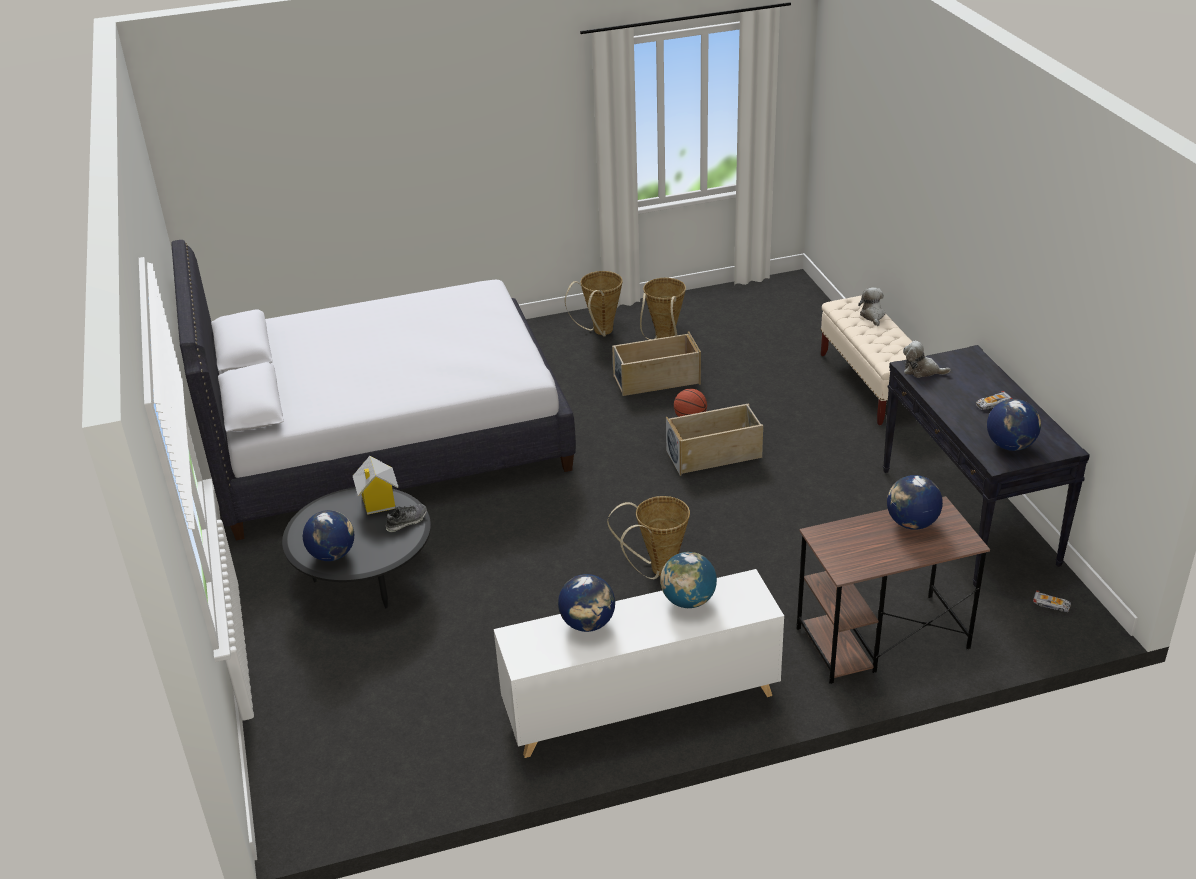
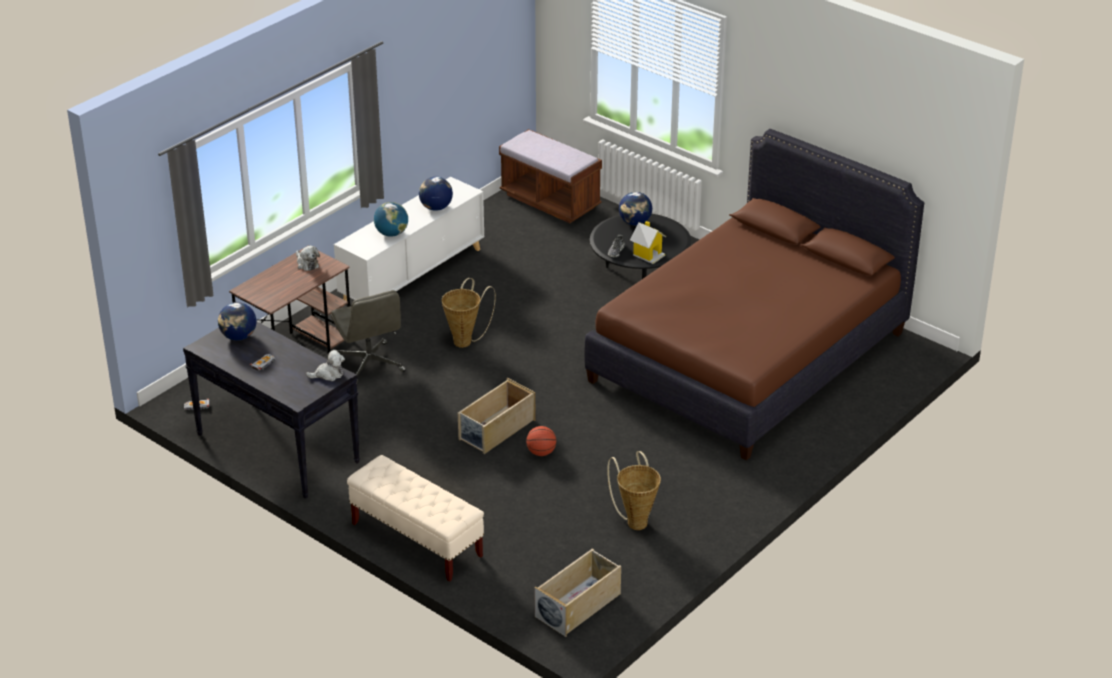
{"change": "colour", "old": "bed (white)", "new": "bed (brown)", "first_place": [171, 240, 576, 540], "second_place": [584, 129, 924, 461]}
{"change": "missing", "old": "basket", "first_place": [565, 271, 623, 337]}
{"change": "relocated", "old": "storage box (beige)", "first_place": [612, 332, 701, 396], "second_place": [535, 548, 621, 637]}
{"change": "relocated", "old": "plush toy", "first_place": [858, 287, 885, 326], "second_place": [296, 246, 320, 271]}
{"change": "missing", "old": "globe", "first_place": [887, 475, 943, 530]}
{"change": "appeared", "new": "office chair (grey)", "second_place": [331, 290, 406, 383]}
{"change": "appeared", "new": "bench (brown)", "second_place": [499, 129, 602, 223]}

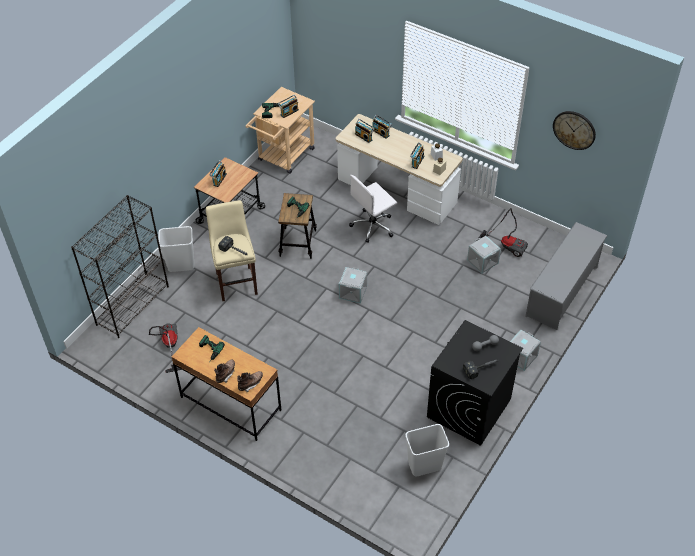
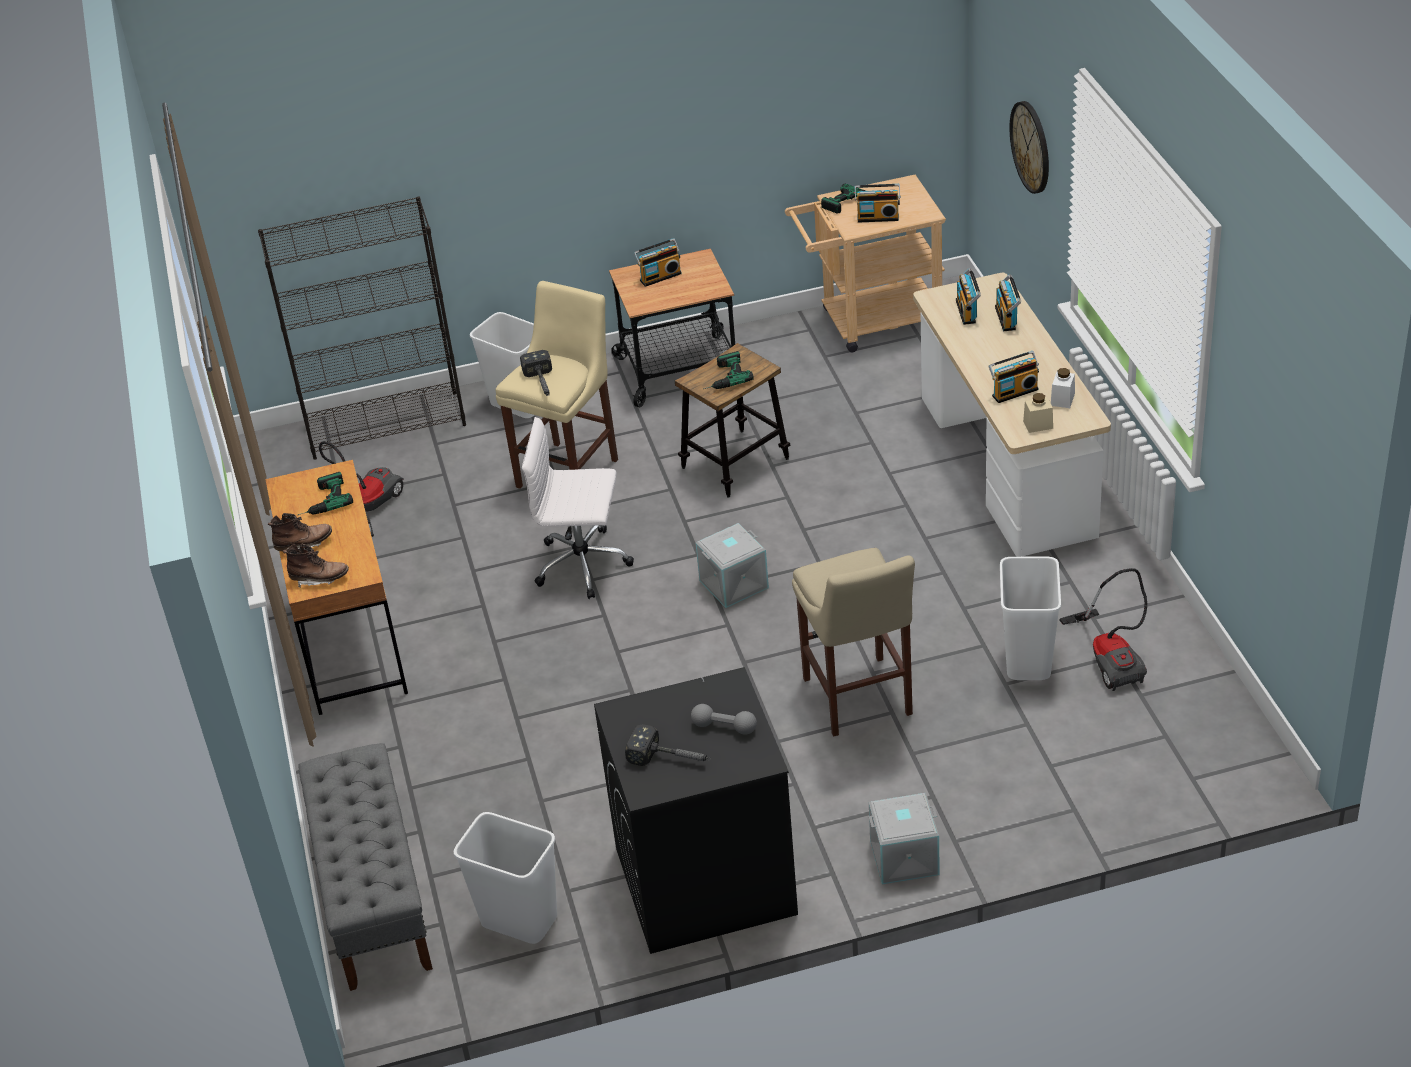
{"change": "relocated", "old": "office chair (white)", "first_place": [349, 175, 397, 243], "second_place": [522, 417, 634, 599]}
{"change": "exchanged", "old": "storage box (grey)", "new": "trash can (white)", "first_place": [467, 236, 501, 273], "second_place": [1000, 557, 1061, 680]}
{"change": "missing", "old": "shoe rack (grey)", "first_place": [525, 222, 607, 330]}
{"change": "relocated", "old": "wall clock", "first_place": [553, 111, 596, 150], "second_place": [1010, 101, 1049, 194]}
{"change": "appeared", "new": "bench (grey)", "second_place": [299, 743, 433, 991]}
{"change": "appeared", "new": "stool (beige)", "second_place": [792, 548, 915, 737]}

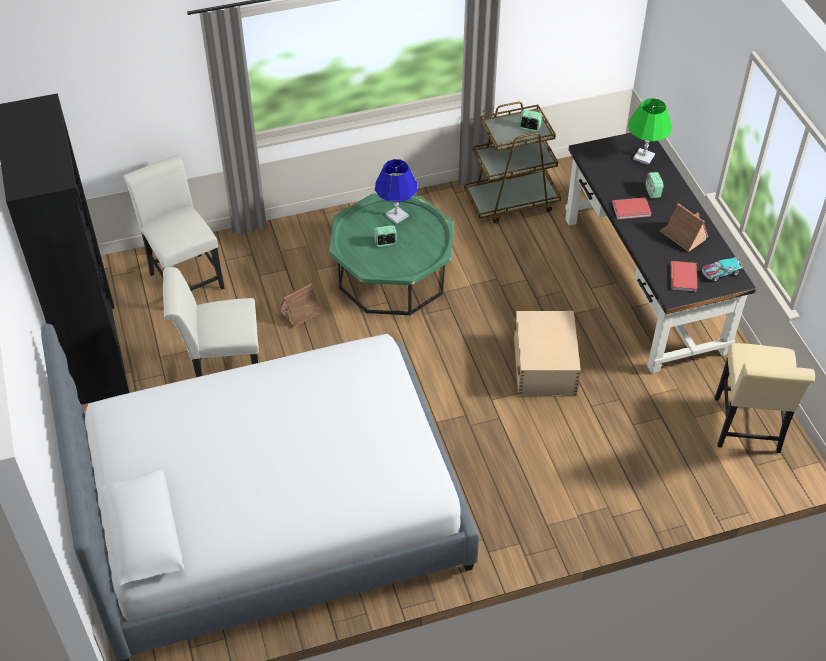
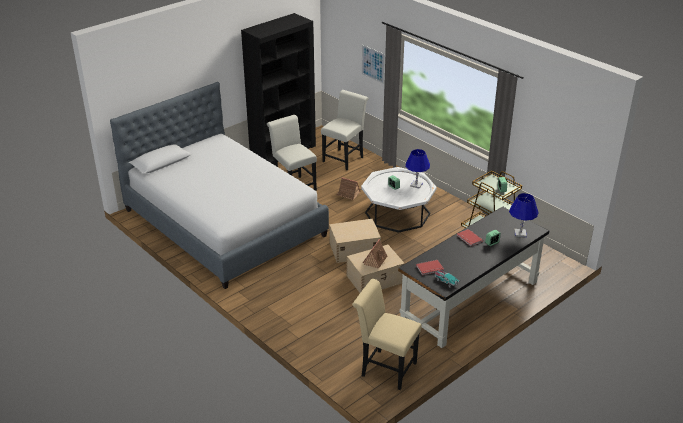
{"change": "colour", "old": "coffee table (green)", "new": "coffee table (white)", "first_place": [329, 194, 454, 315], "second_place": [361, 167, 437, 233]}
{"change": "colour", "old": "table lamp (green)", "new": "table lamp (blue)", "first_place": [628, 98, 672, 165], "second_place": [509, 193, 538, 237]}
{"change": "relocated", "old": "toy house", "first_place": [660, 203, 709, 252], "second_place": [363, 239, 388, 269]}
{"change": "spun", "old": "chair (beige)", "first_place": [715, 343, 815, 453], "second_place": [352, 279, 421, 390], "degrees": 45}
{"change": "appeared", "new": "storage box (beige)", "second_place": [329, 219, 381, 263]}
{"change": "appeared", "new": "picture", "second_place": [362, 45, 385, 84]}

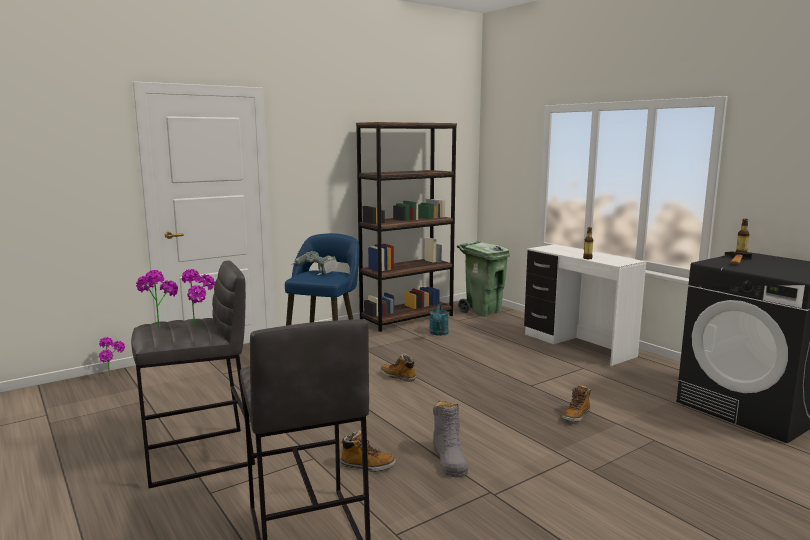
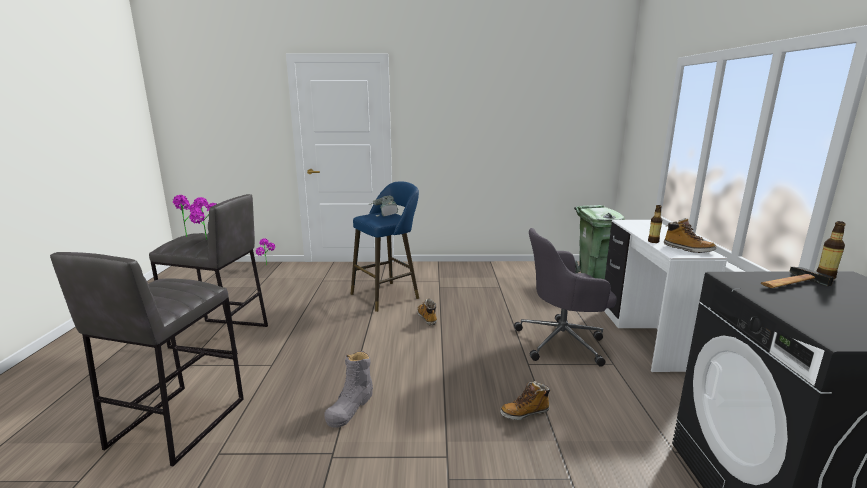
{"change": "relocated", "old": "boot", "first_place": [340, 431, 395, 472], "second_place": [664, 218, 717, 253]}
{"change": "missing", "old": "bookcase (brown)", "first_place": [356, 122, 457, 332]}
{"change": "missing", "old": "watering can (turquoise)", "first_place": [429, 304, 449, 336]}
{"change": "appeared", "new": "office chair (grey)", "second_place": [514, 228, 617, 367]}

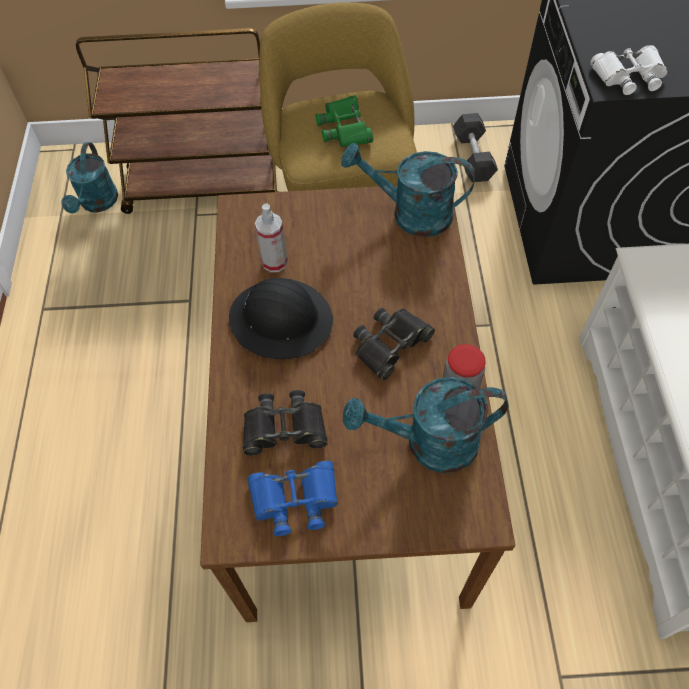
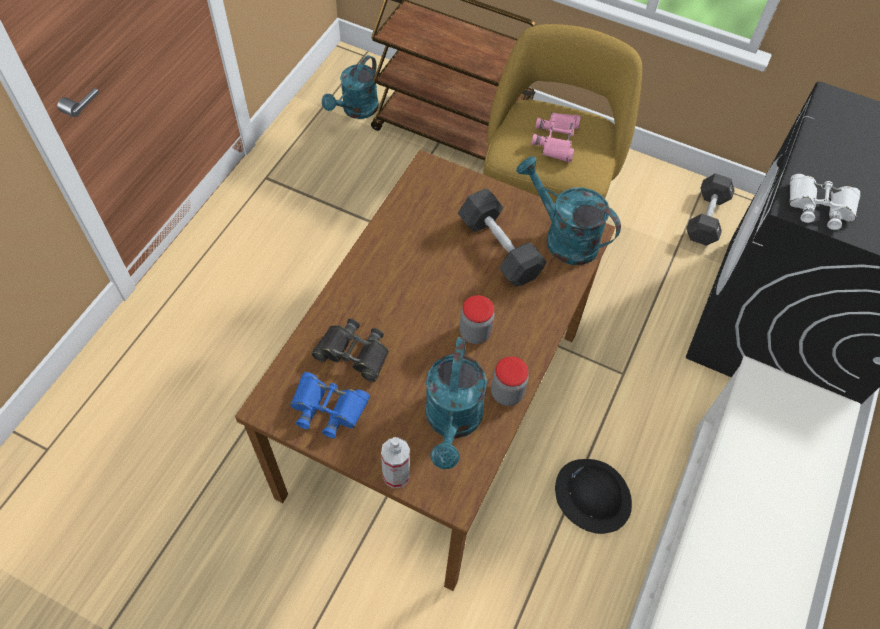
{"change": "relocated", "old": "hard hat (black)", "first_place": [229, 278, 333, 359], "second_place": [555, 459, 632, 534]}
{"change": "relocated", "old": "spray bottle", "first_place": [255, 204, 288, 272], "second_place": [381, 437, 410, 488]}
{"change": "colour", "old": "binoculars (green)", "new": "binoculars (pink)", "first_place": [315, 95, 373, 147], "second_place": [531, 112, 581, 162]}
{"change": "spun", "old": "watering can (turquoise)", "first_place": [343, 377, 509, 473], "second_place": [425, 337, 487, 469], "degrees": -105}
{"change": "exchanged", "old": "binoculars (black)", "new": "jar", "first_place": [353, 307, 435, 380], "second_place": [460, 295, 494, 344]}
{"change": "appeared", "new": "dumbbell (black)", "second_place": [458, 188, 547, 287]}

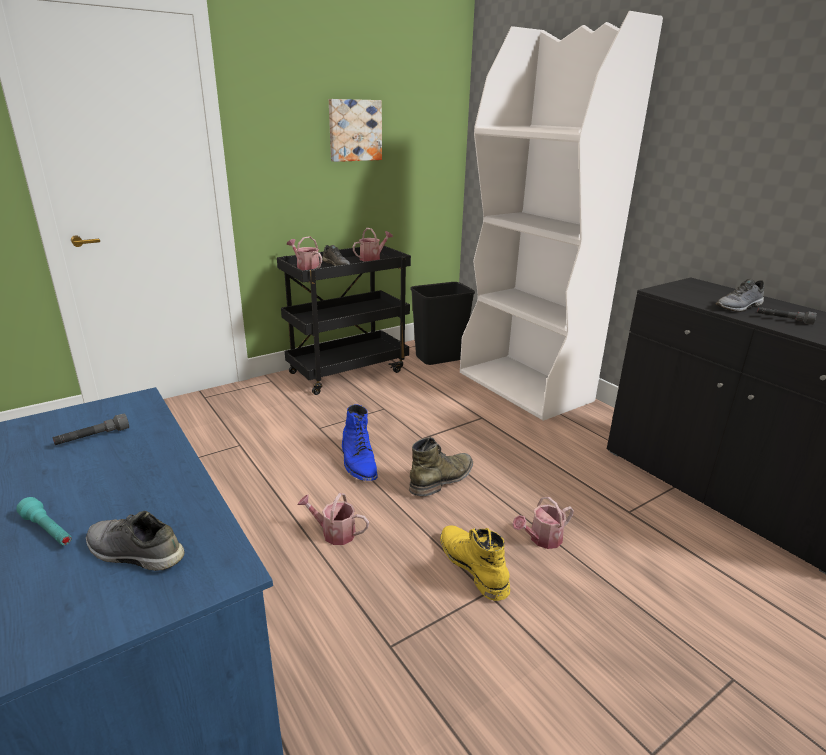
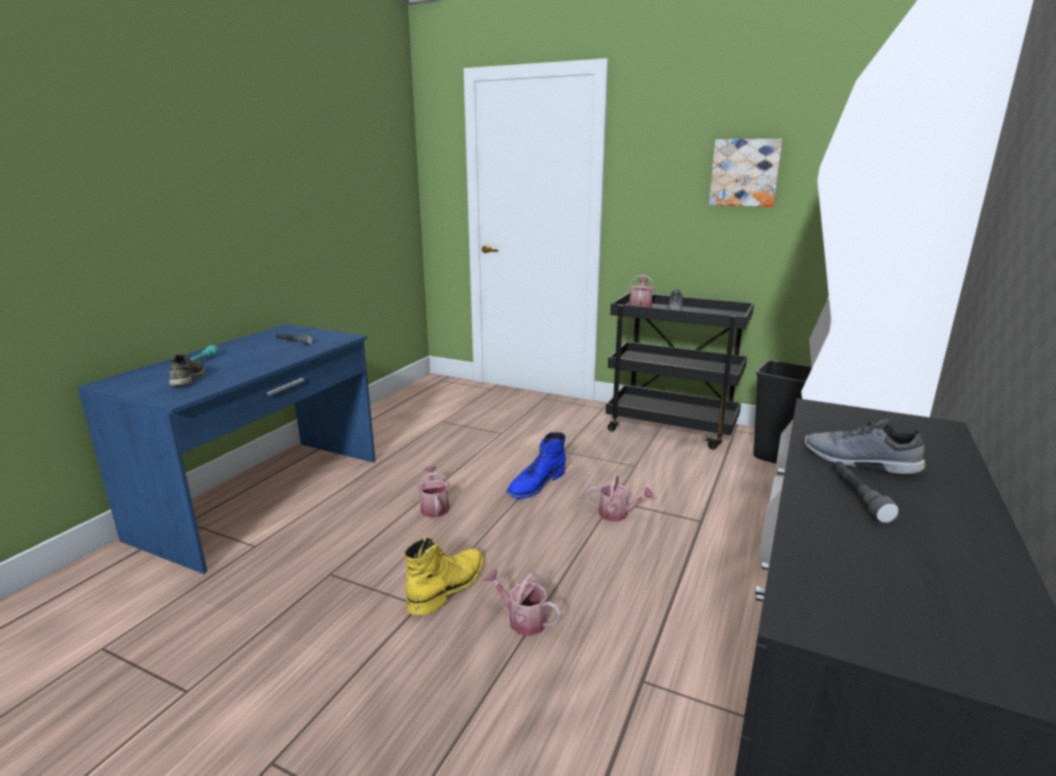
{"change": "relocated", "old": "watering can", "first_place": [352, 228, 393, 262], "second_place": [586, 474, 654, 521]}
{"change": "missing", "old": "boot (green)", "first_place": [409, 437, 473, 496]}

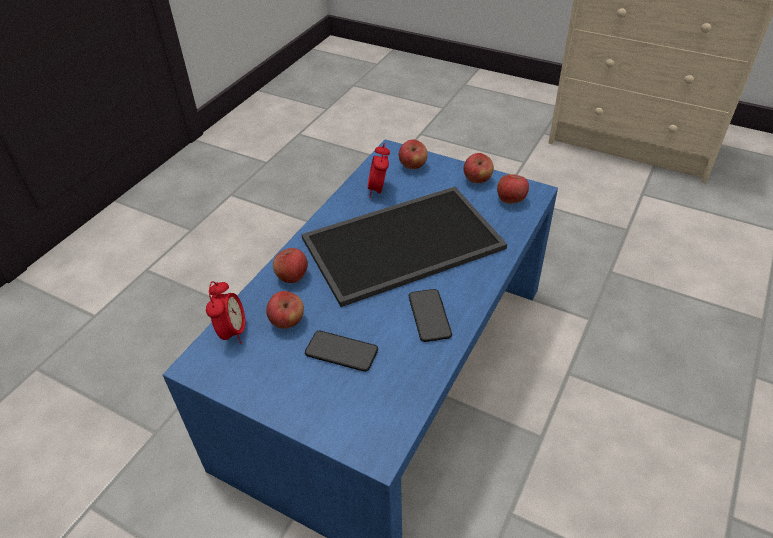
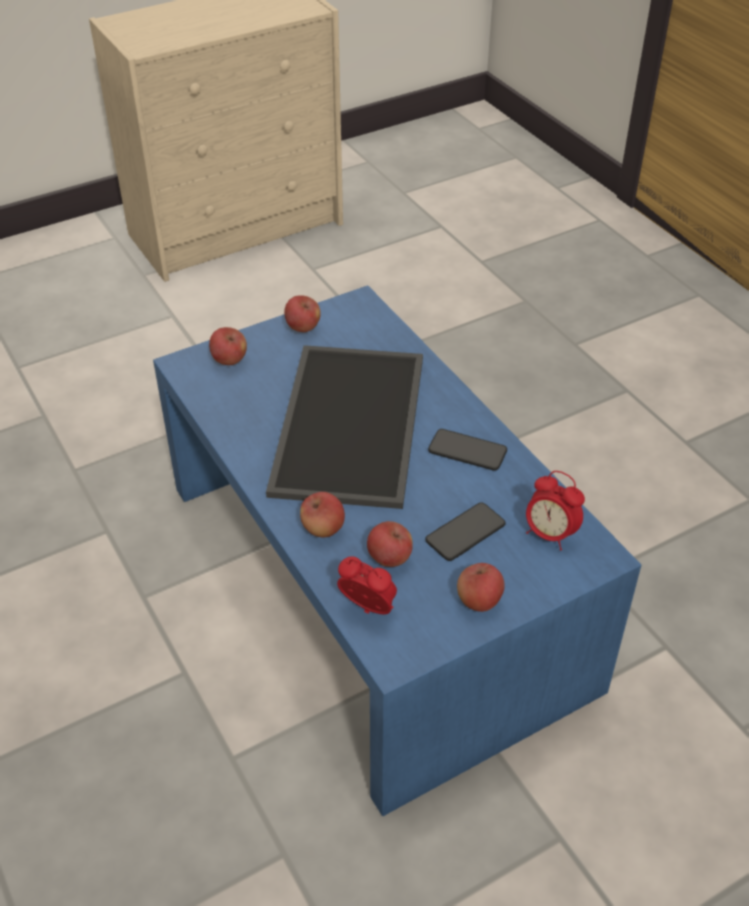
{"change": "relocated", "old": "alarm clock", "first_place": [367, 143, 390, 198], "second_place": [526, 471, 585, 551]}
{"change": "relocated", "old": "apple", "first_place": [497, 174, 529, 204], "second_place": [457, 563, 505, 612]}

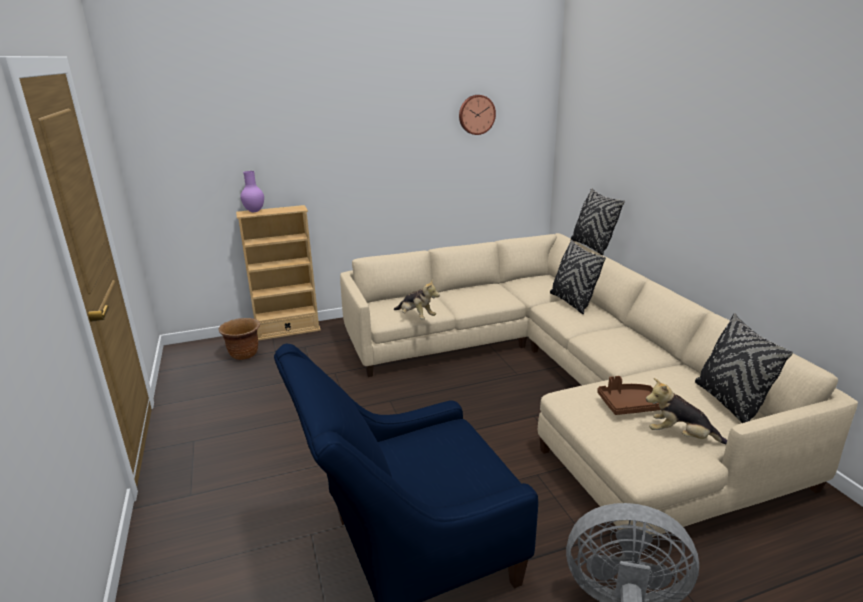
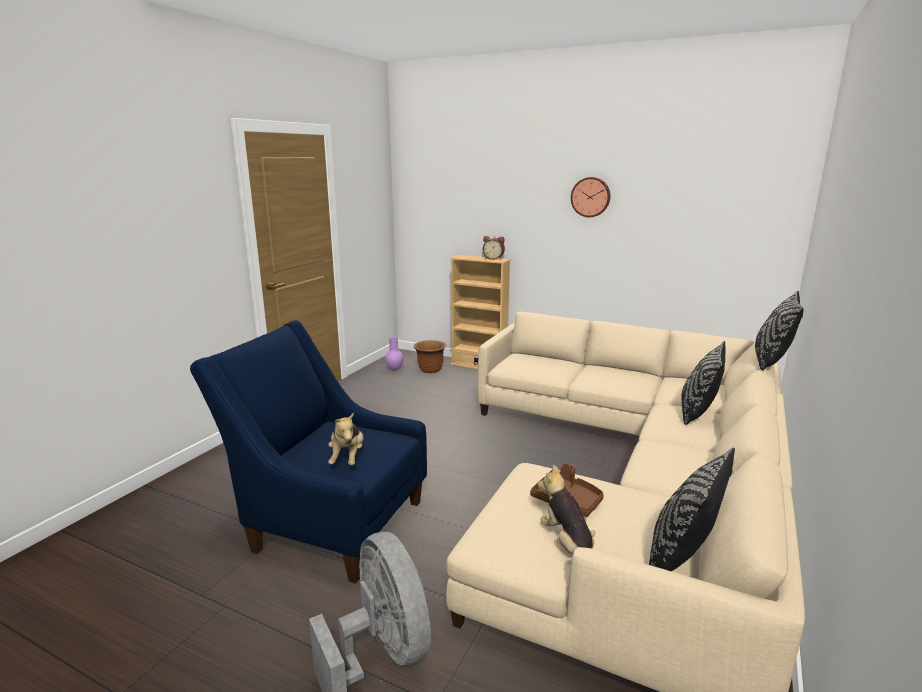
{"change": "relocated", "old": "vase (purple)", "first_place": [241, 171, 264, 212], "second_place": [385, 338, 403, 370]}
{"change": "relocated", "old": "plush toy", "first_place": [394, 279, 440, 319], "second_place": [328, 413, 364, 466]}
{"change": "relocated", "old": "wall clock", "first_place": [459, 95, 496, 135], "second_place": [571, 177, 610, 217]}
{"change": "appeared", "new": "alarm clock", "second_place": [483, 236, 505, 260]}

